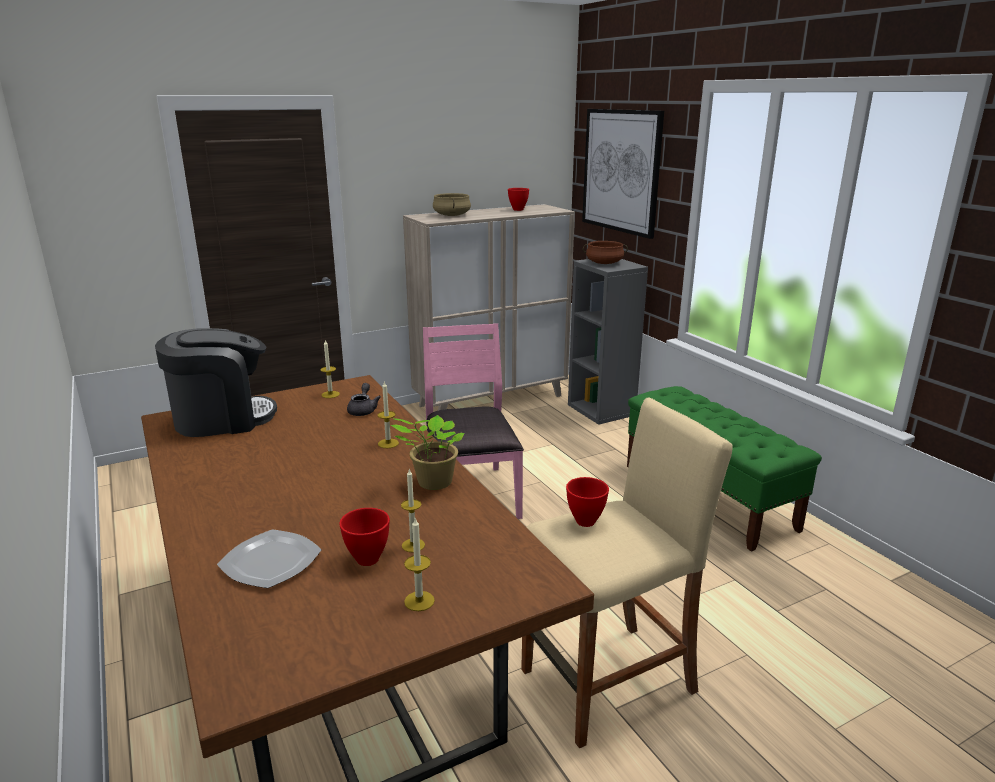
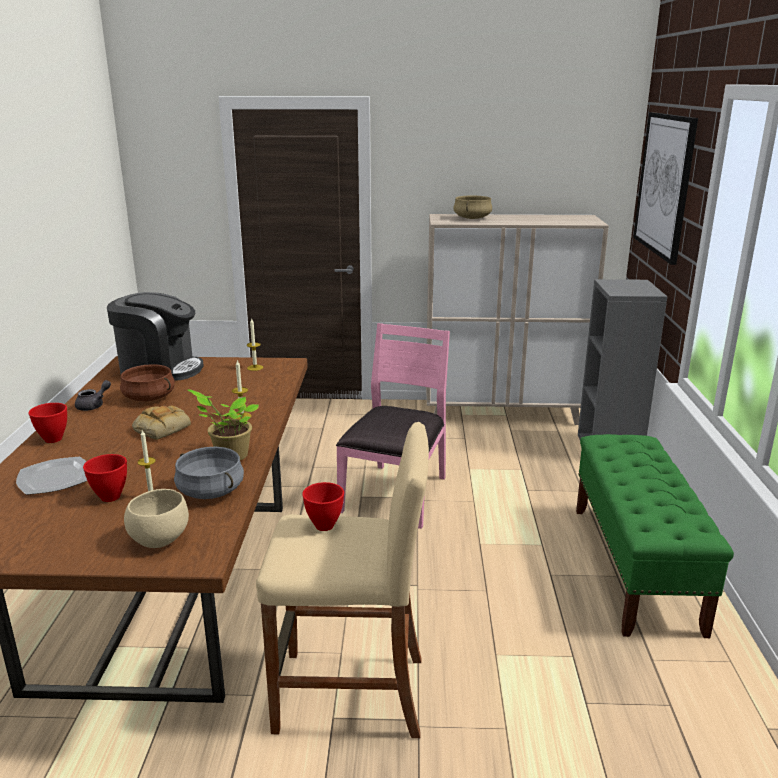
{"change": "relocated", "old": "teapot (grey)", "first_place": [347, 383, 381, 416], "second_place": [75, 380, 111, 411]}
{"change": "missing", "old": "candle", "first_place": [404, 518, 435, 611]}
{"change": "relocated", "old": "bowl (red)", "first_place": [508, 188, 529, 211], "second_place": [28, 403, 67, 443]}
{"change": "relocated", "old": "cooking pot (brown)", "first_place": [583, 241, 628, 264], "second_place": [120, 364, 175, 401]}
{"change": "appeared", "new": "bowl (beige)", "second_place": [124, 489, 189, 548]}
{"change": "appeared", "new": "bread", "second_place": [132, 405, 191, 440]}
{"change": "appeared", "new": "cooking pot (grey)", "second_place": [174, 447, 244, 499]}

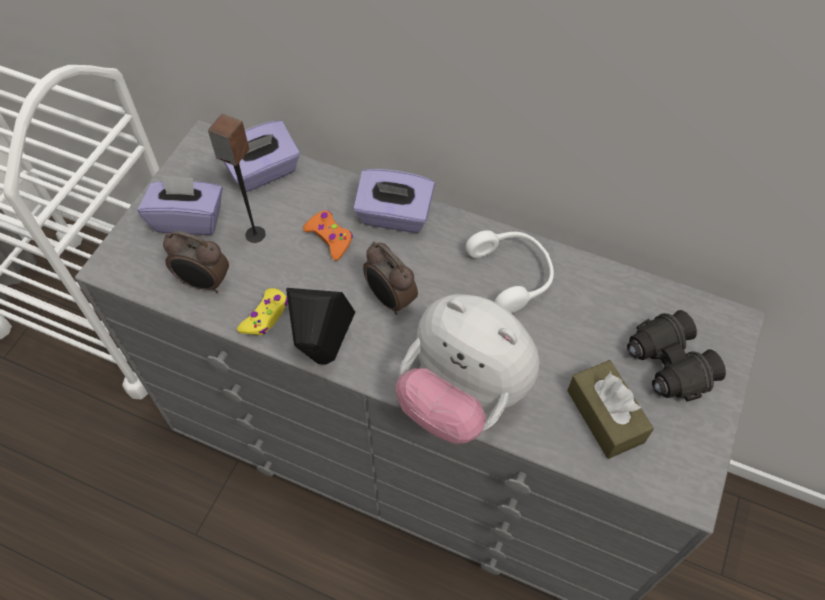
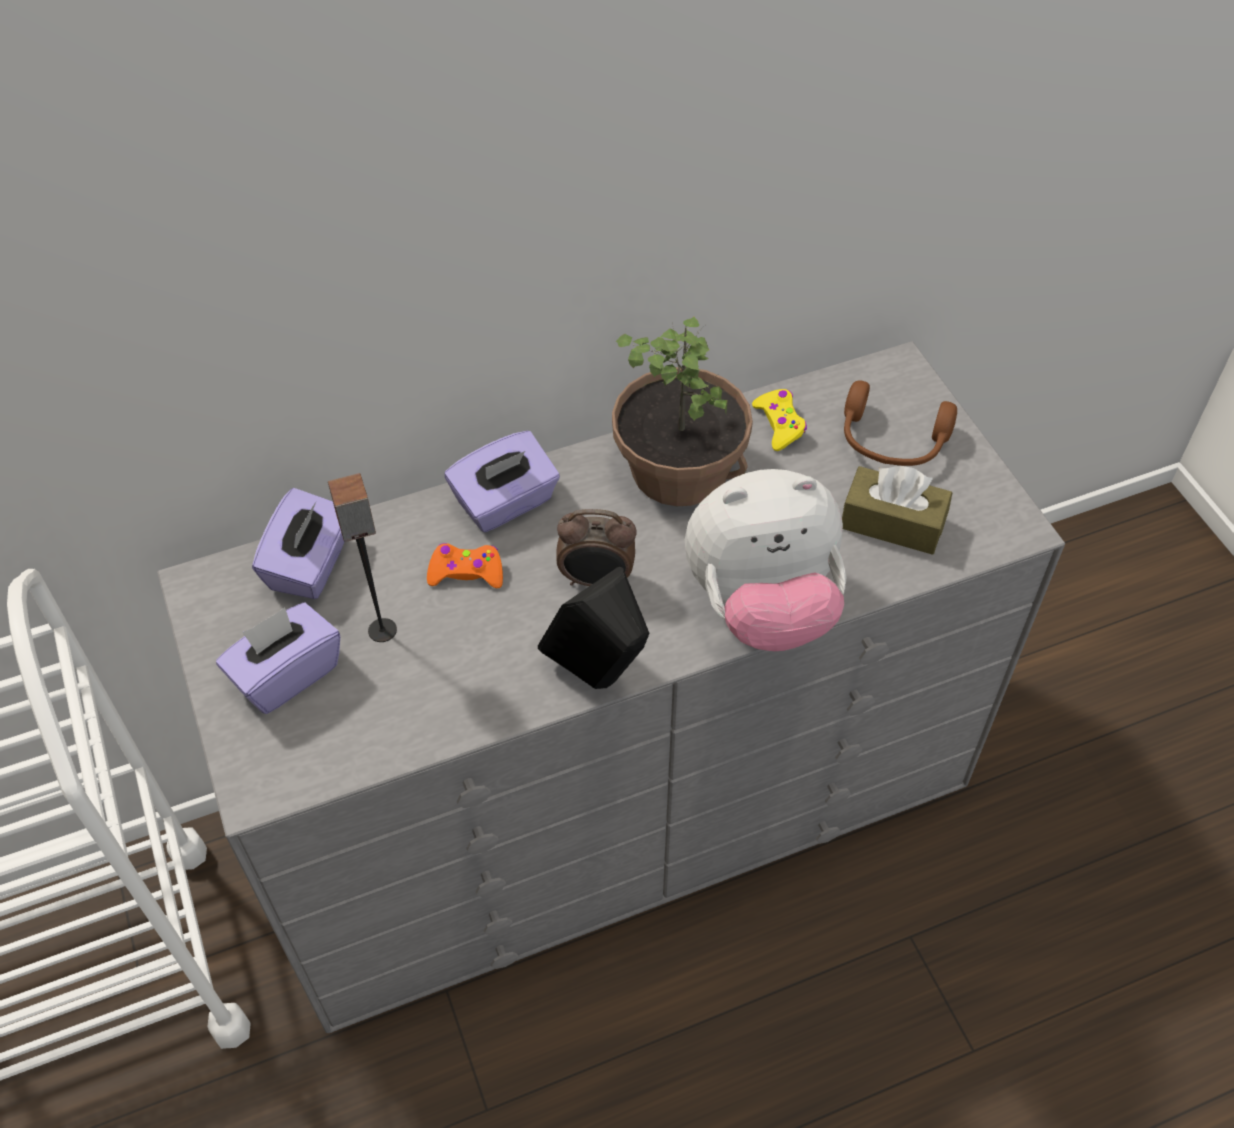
{"change": "missing", "old": "alarm clock", "first_place": [163, 231, 229, 293]}
{"change": "relocated", "old": "game controller (yellow)", "first_place": [237, 288, 288, 335], "second_place": [752, 389, 807, 451]}
{"change": "exchanged", "old": "headphones (white)", "new": "potted plant", "first_place": [466, 230, 554, 313], "second_place": [612, 317, 753, 506]}
{"change": "exchanged", "old": "binoculars (black)", "new": "headphones (brown)", "first_place": [627, 310, 726, 402], "second_place": [844, 380, 957, 466]}

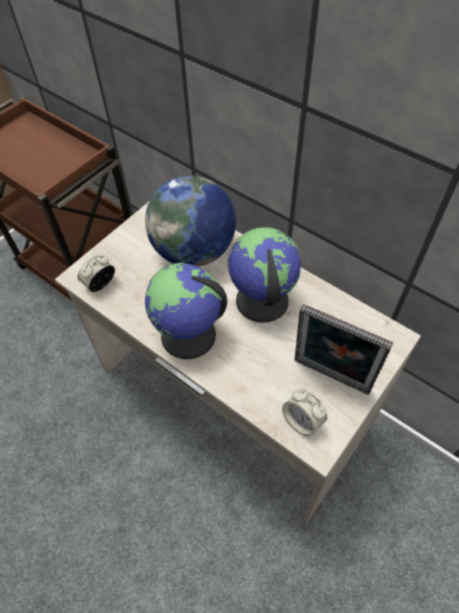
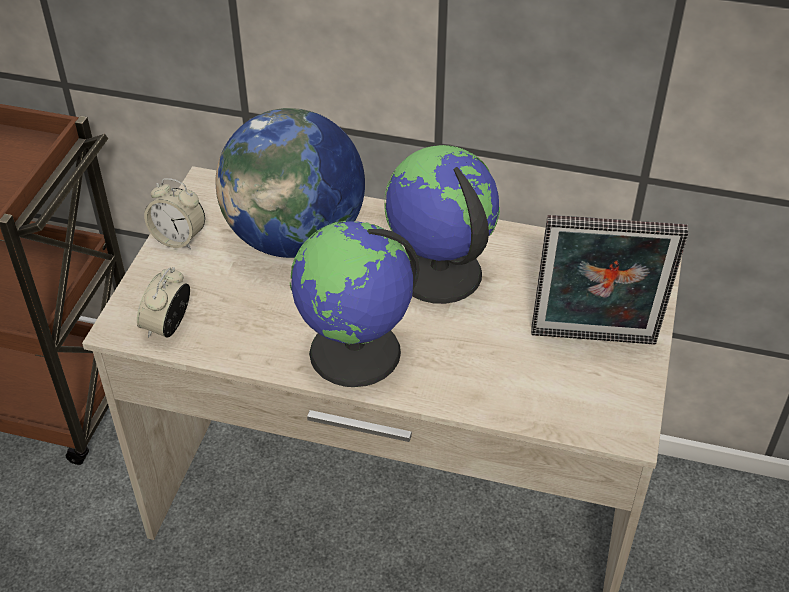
{"change": "relocated", "old": "alarm clock", "first_place": [282, 389, 327, 436], "second_place": [144, 178, 205, 250]}

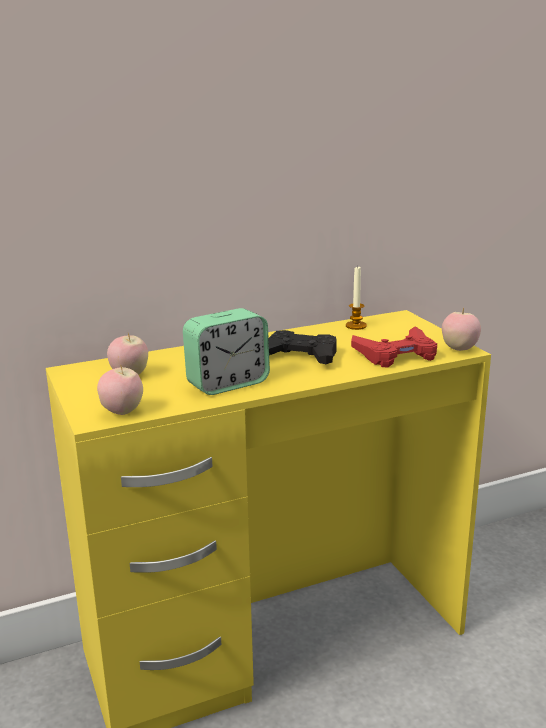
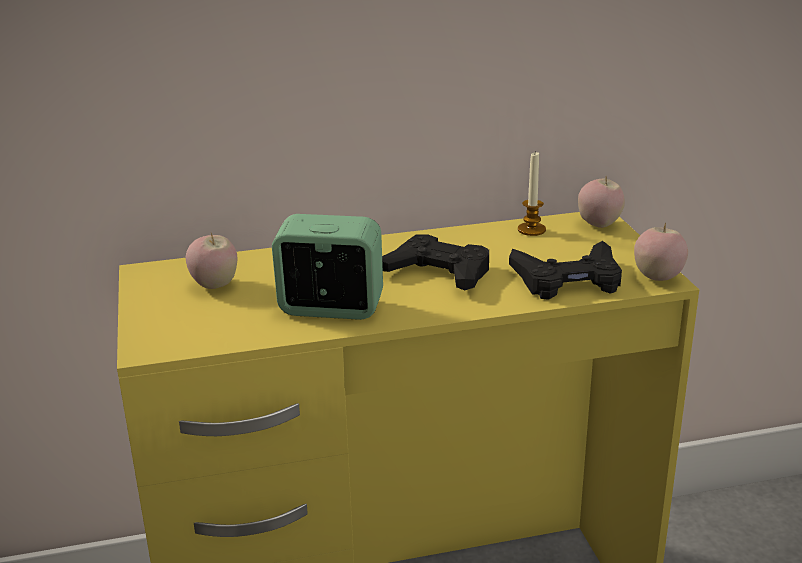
{"change": "relocated", "old": "apple", "first_place": [97, 366, 143, 415], "second_place": [578, 176, 625, 228]}
{"change": "spun", "old": "alarm clock", "first_place": [183, 308, 270, 395], "second_place": [272, 214, 383, 320], "degrees": -150}
{"change": "colour", "old": "game controller (red)", "new": "game controller (black)", "first_place": [351, 327, 437, 367], "second_place": [509, 241, 622, 300]}

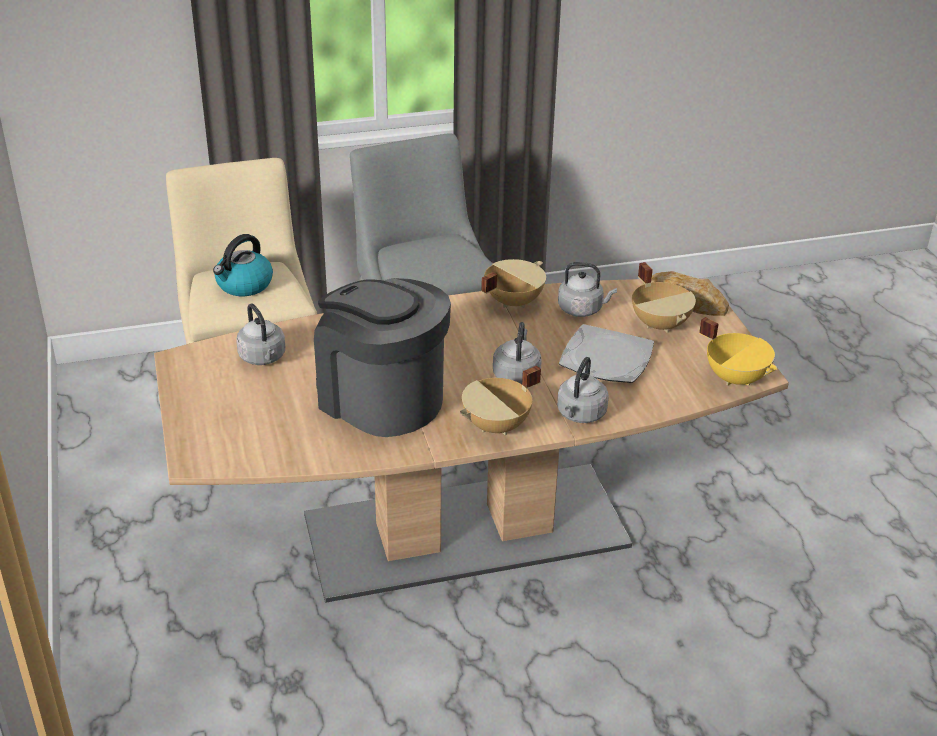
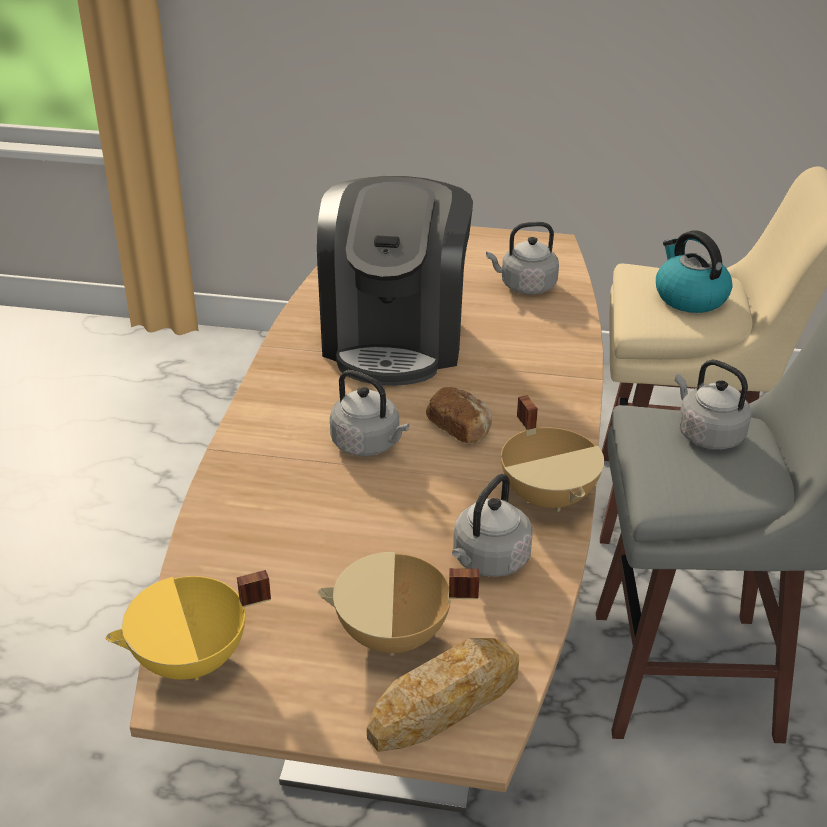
{"change": "spun", "old": "coffee machine", "first_place": [314, 278, 451, 437], "second_place": [317, 176, 473, 386], "degrees": 120}
{"change": "missing", "old": "cooking pot (beige)", "first_place": [460, 366, 541, 435]}
{"change": "relocated", "old": "kettle (grey)", "first_place": [557, 357, 609, 423], "second_place": [675, 360, 752, 450]}
{"change": "missing", "old": "plate", "first_place": [559, 324, 654, 383]}
{"change": "appeared", "new": "bread", "second_place": [426, 387, 492, 443]}

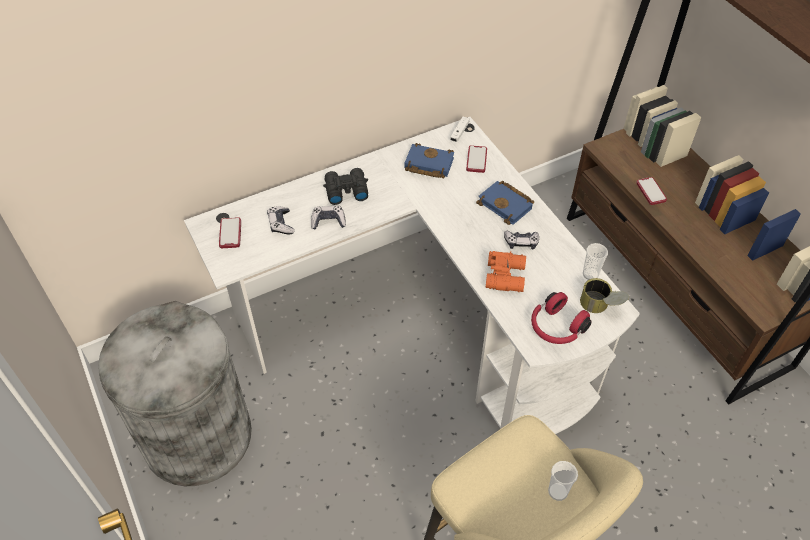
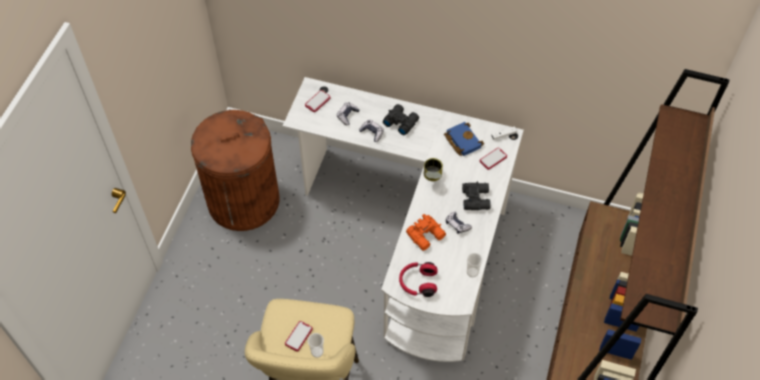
{"change": "colour", "old": "trash can (grey)", "new": "trash can (brown)", "first_place": [98, 301, 252, 486], "second_place": [191, 110, 280, 231]}
{"change": "exchanged", "old": "book (blue)", "new": "binoculars (black)", "first_place": [476, 181, 534, 225], "second_place": [462, 181, 491, 210]}
{"change": "relocated", "old": "can", "first_place": [580, 278, 629, 313], "second_place": [424, 158, 443, 181]}
{"change": "relocated", "old": "phone", "first_place": [636, 177, 667, 205], "second_place": [285, 321, 313, 352]}

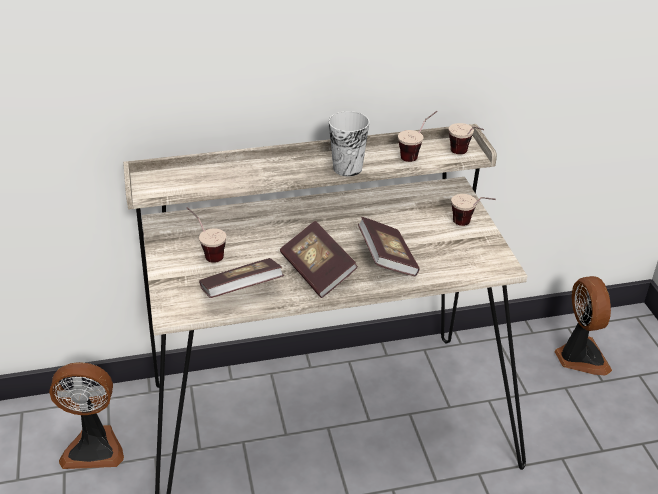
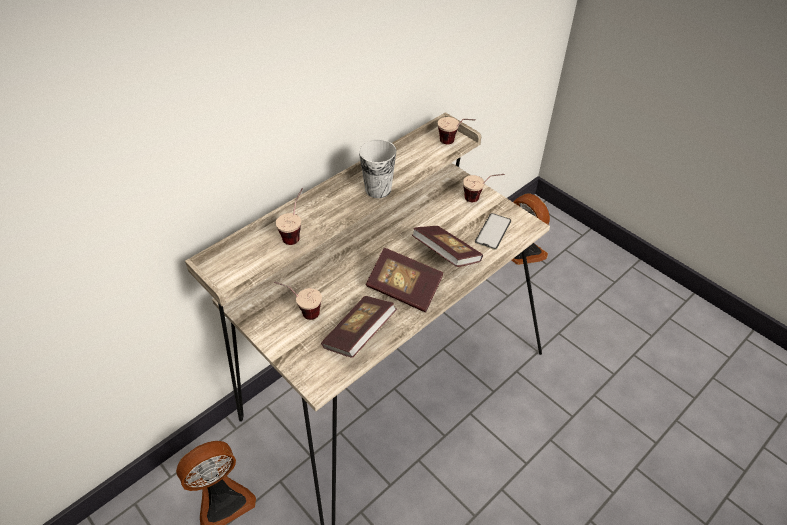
{"change": "relocated", "old": "cup", "first_place": [398, 111, 437, 162], "second_place": [276, 188, 303, 245]}
{"change": "appeared", "new": "phone", "second_place": [475, 213, 511, 250]}

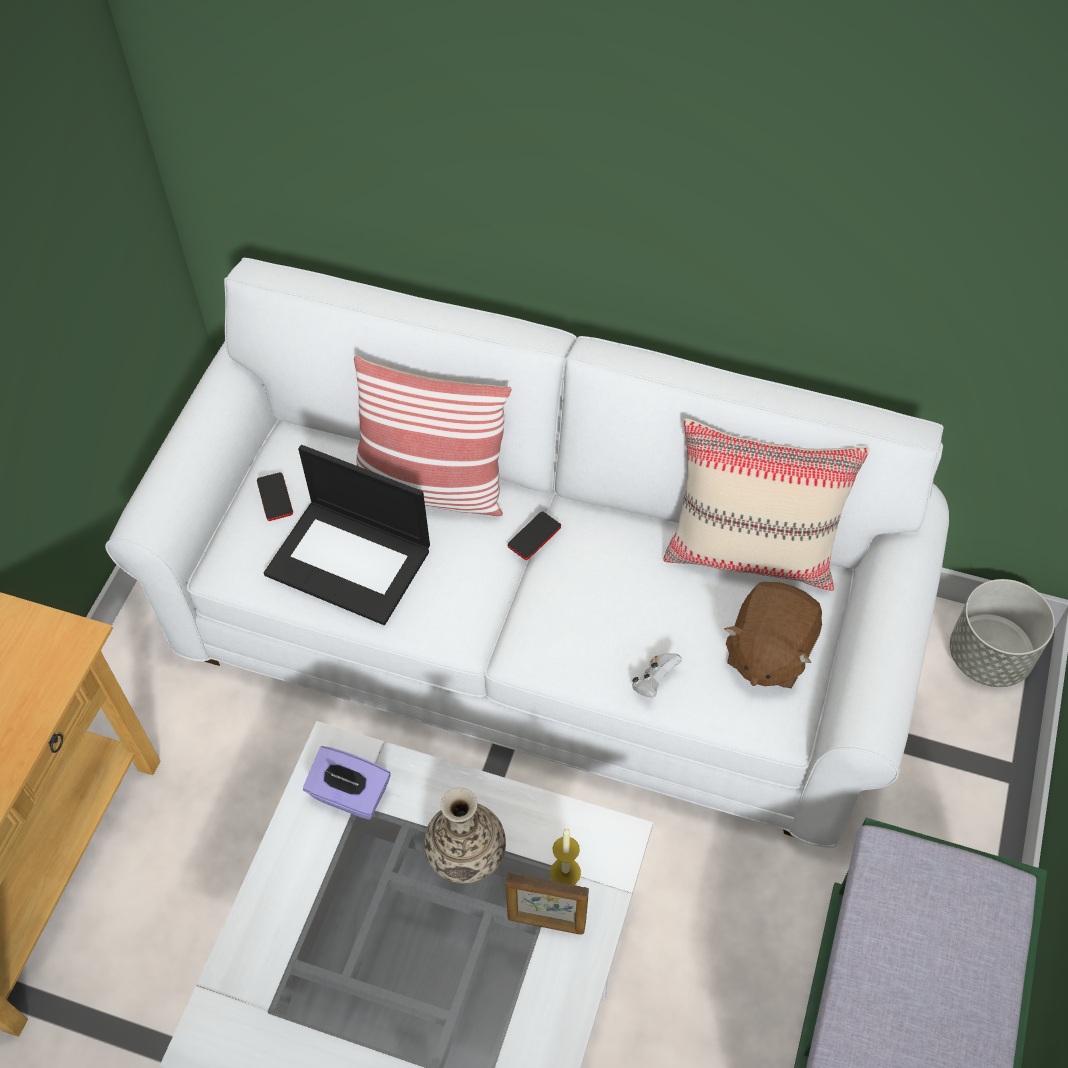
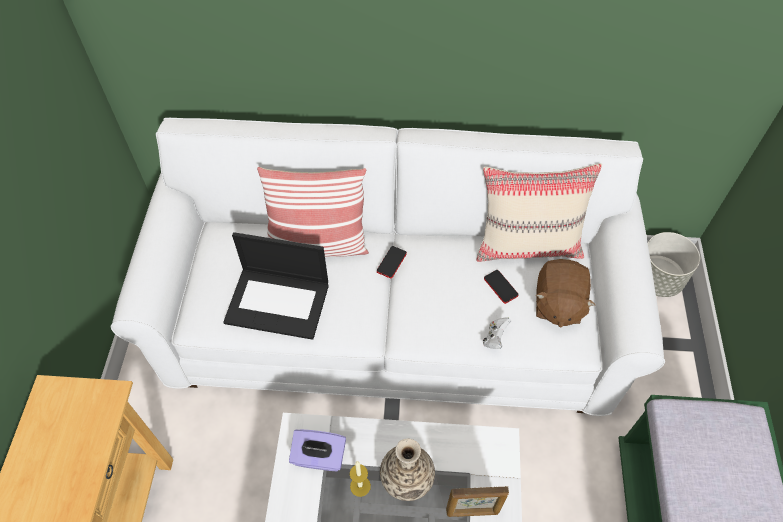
{"change": "relocated", "old": "phone", "first_place": [257, 472, 293, 521], "second_place": [484, 270, 519, 304]}
{"change": "relocated", "old": "candle", "first_place": [550, 828, 581, 885], "second_place": [350, 461, 371, 497]}

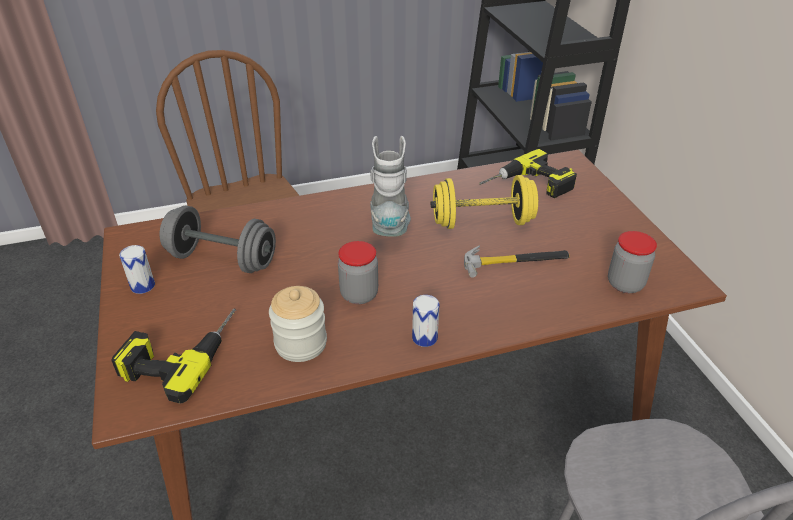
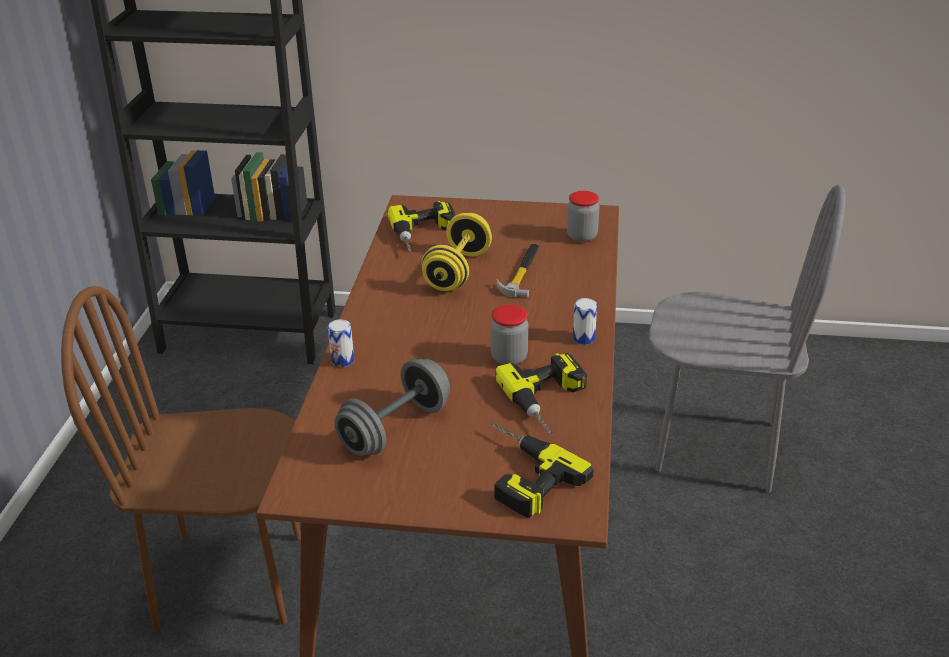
{"change": "relocated", "old": "can", "first_place": [119, 245, 155, 294], "second_place": [328, 319, 354, 367]}
{"change": "exchanged", "old": "jar", "new": "power drill", "first_place": [269, 286, 327, 362], "second_place": [495, 353, 587, 436]}
{"change": "missing", "old": "boot (grey)", "first_place": [370, 136, 411, 237]}

